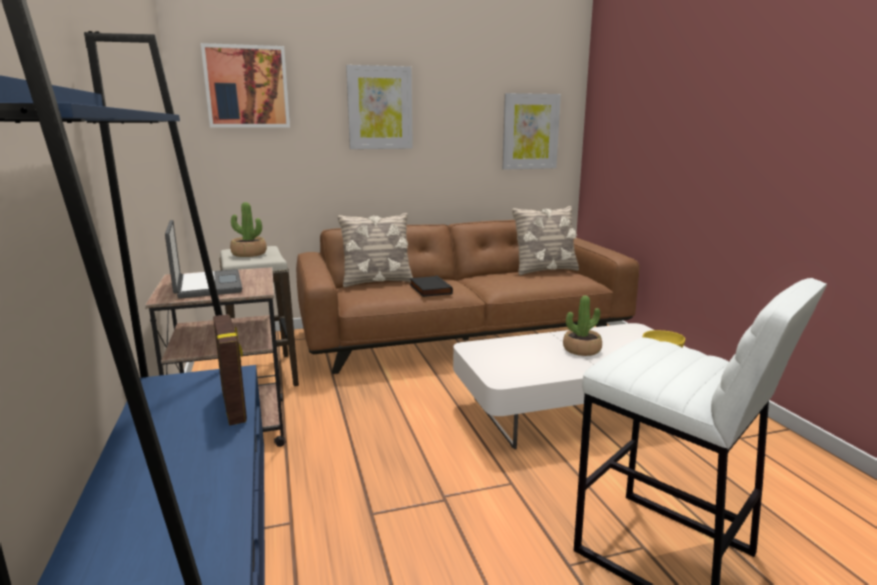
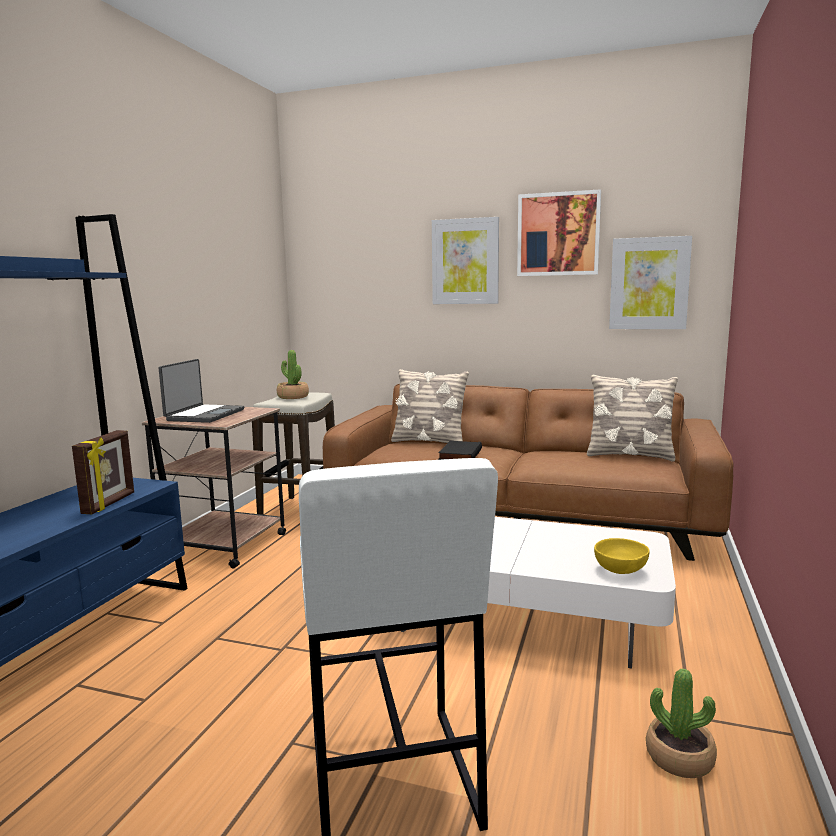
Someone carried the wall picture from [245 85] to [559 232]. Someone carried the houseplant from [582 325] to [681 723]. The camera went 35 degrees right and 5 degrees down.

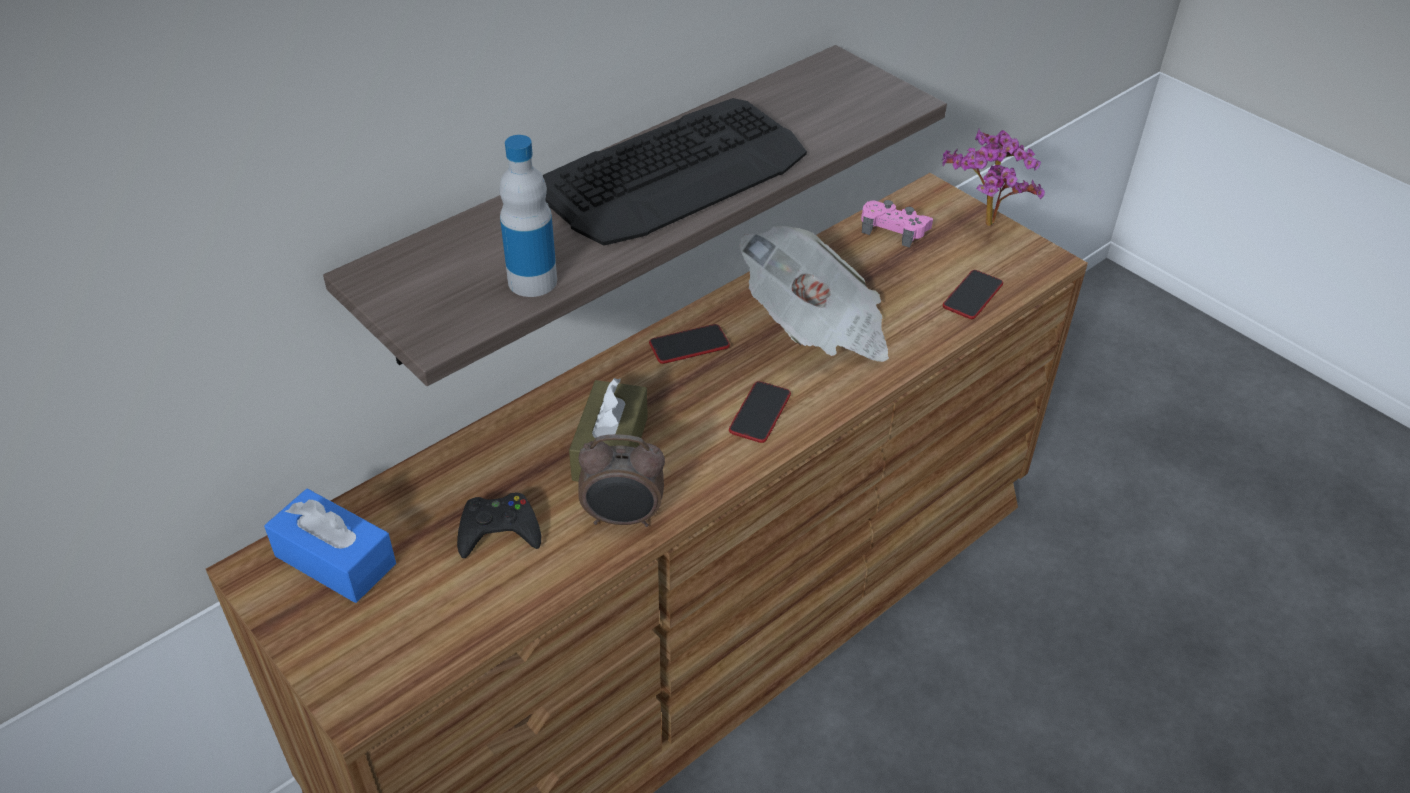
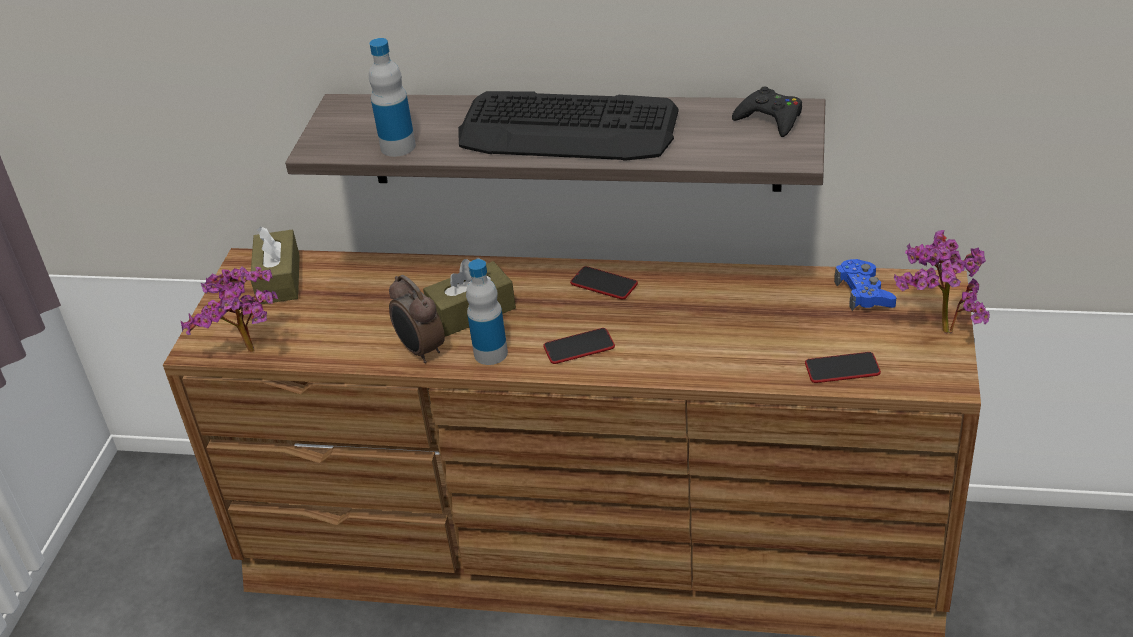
Someone repainted the game controller/pinkish at [897 224], which became the game controller/blue-coloured at [865 285]. Someone took away the newspaper at [814 294]. Someone repainted the tissue holder/blue-coloured at [330 546], which became the tissue holder/brown at [275 265]. Someone carried the game controller/black from [499 525] to [767 112]. Someone put down the bottle at [487 312]. Someone put down the houseplant at [230 309]. The camera went 55 degrees right and 5 degrees down.

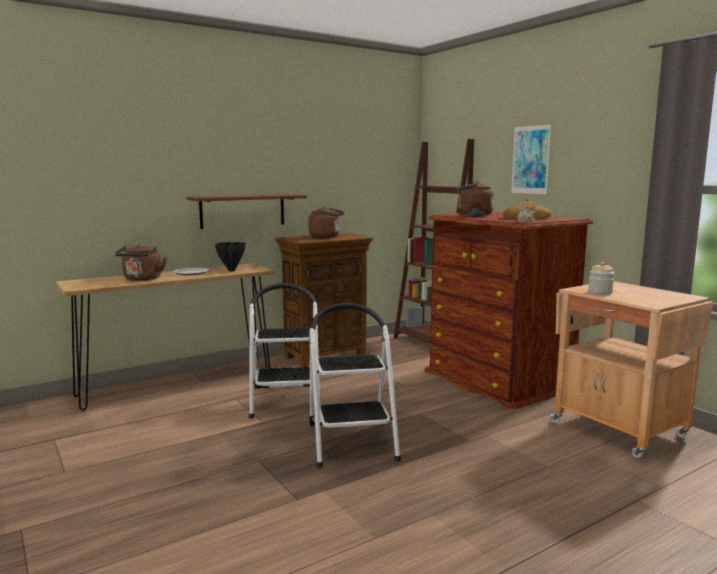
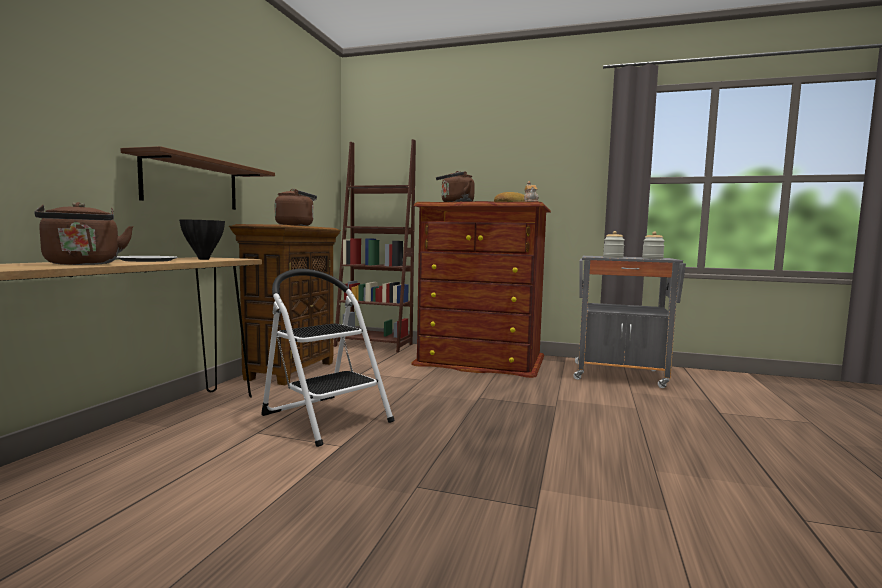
Someone took away the wall picture at [531 159]. Someone repainted the trolley/brown at [632 369], which became the trolley/greyish at [629 322]. Someone took away the stepladder at [355 385]. Someone put down the storage jar at [653 245]. The camera went 40 degrees left and 5 degrees down.

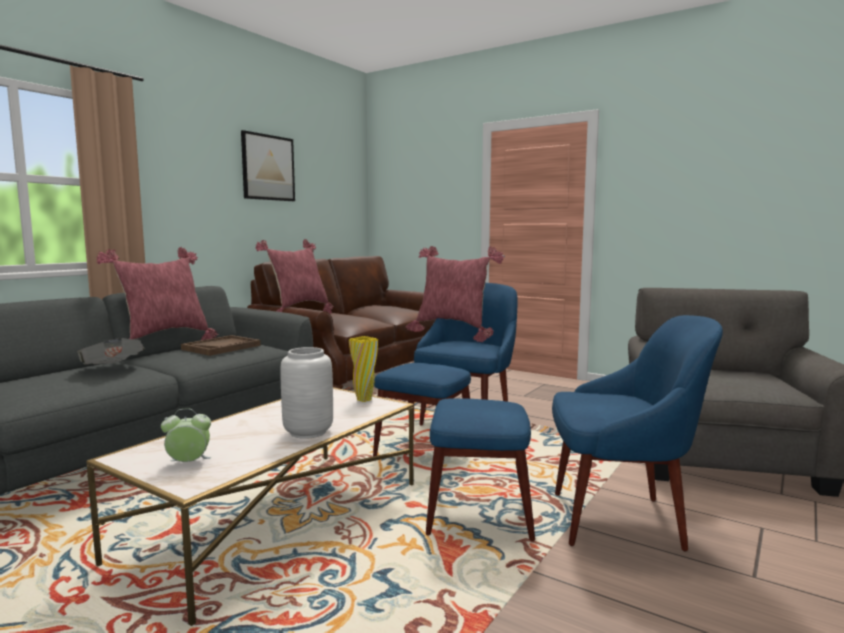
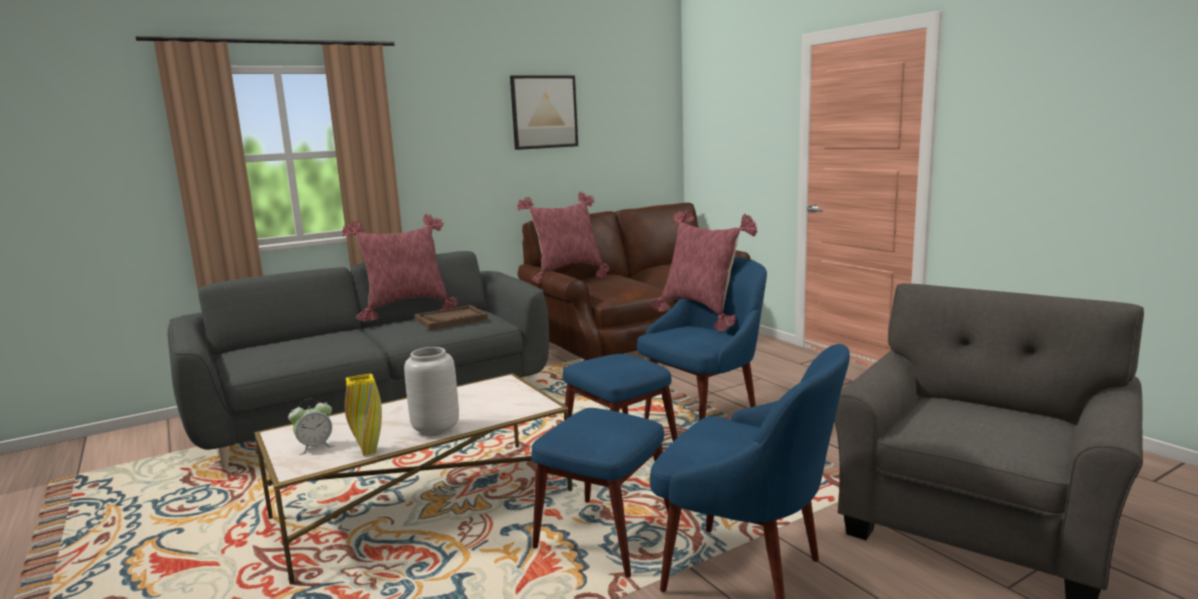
Someone carried the decorative vase/yellow-coloured from [363 369] to [363 414]. Someone took away the newspaper at [111 351]. Someone rotated the table clock at [186 435] by 135 degrees clockwise. The camera went 25 degrees right and 5 degrees up.

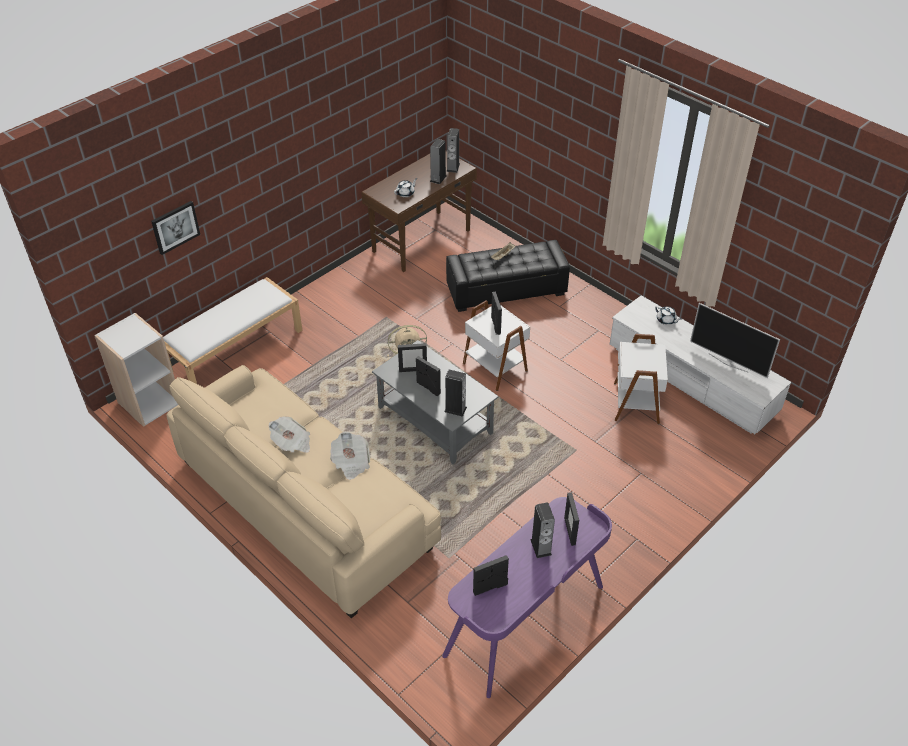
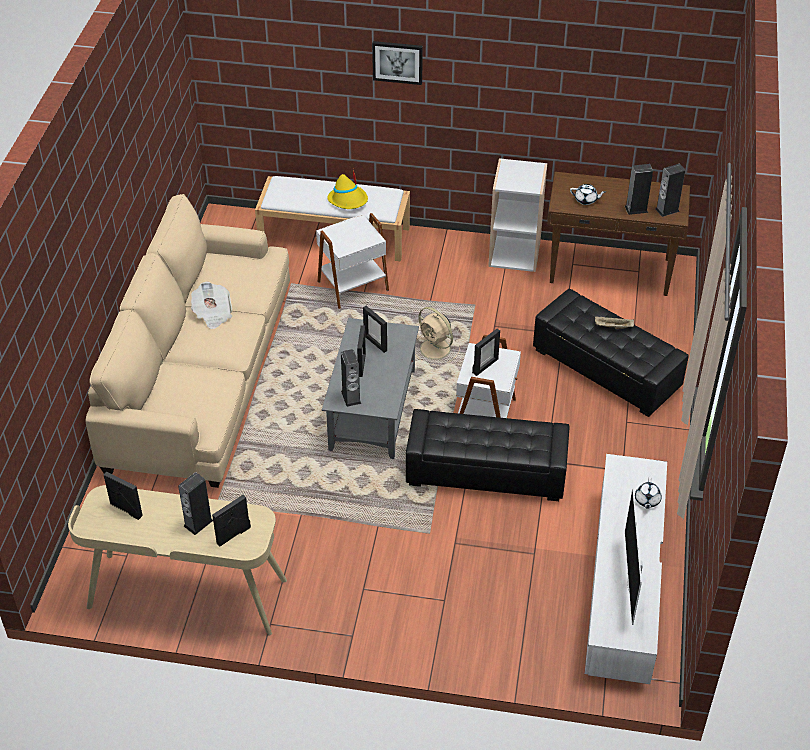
Someone carried the wall picture from [175 228] to [397 63]. Someone carried the bookcase from [136 370] to [517 215]. Someone carried the accent table/white from [641 379] to [352 261]. Someone took away the newspaper at [350 455]. Someone repainted the desk unit/purple at [527 597], which became the desk unit/beige at [177 560]. Someone put down the wearable hat/yellow-coloured at [347 189]. Someone put down the footrest/black at [488 455]. The camera went 55 degrees right and 0 degrees up.

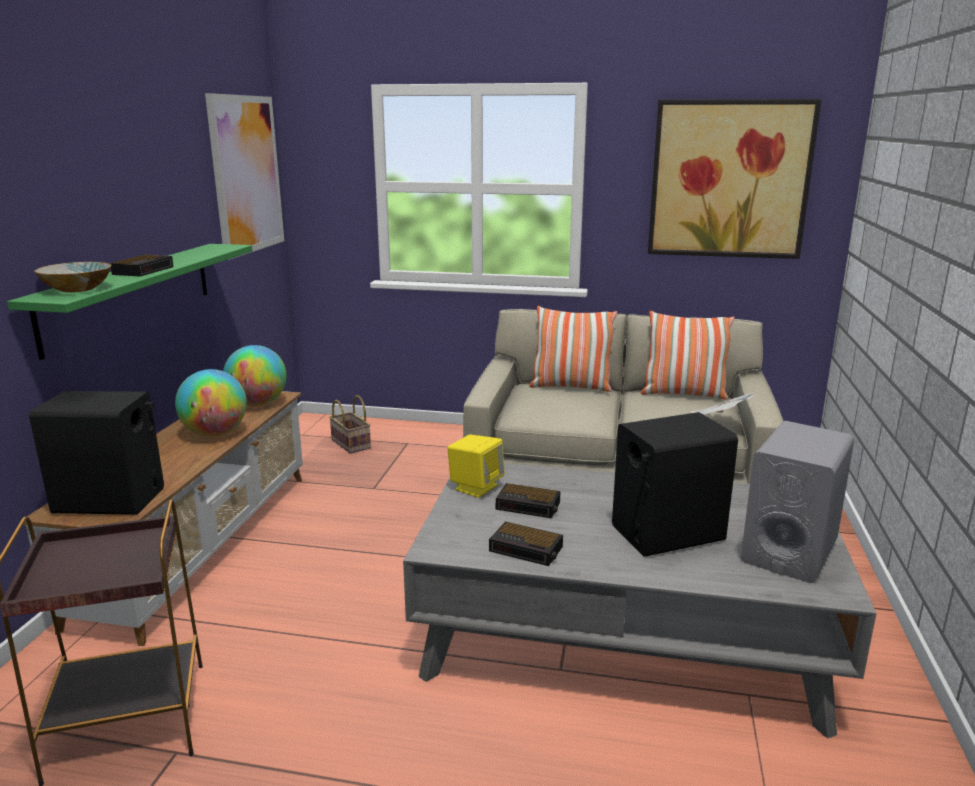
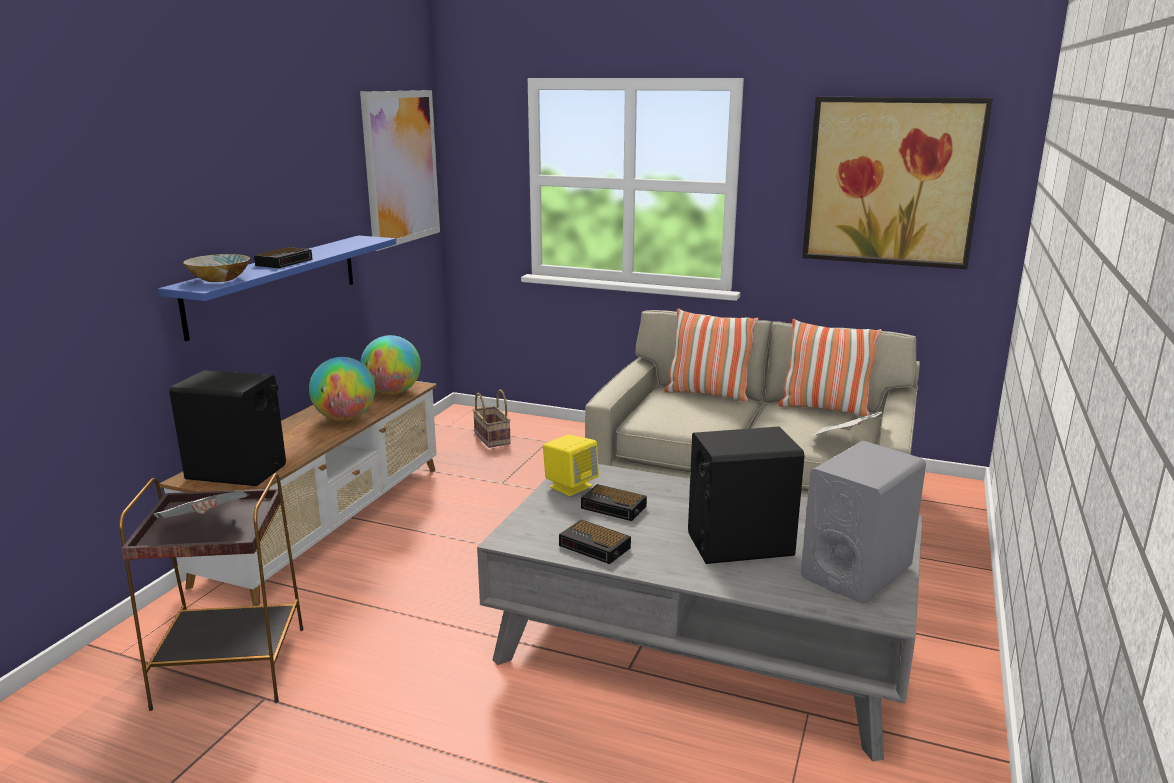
Someone repainted the shelf/green-coloured at [129 302], which became the shelf/blue-coloured at [277 288]. Someone put down the newspaper at [201 504]. The camera went 10 degrees right and 0 degrees up.

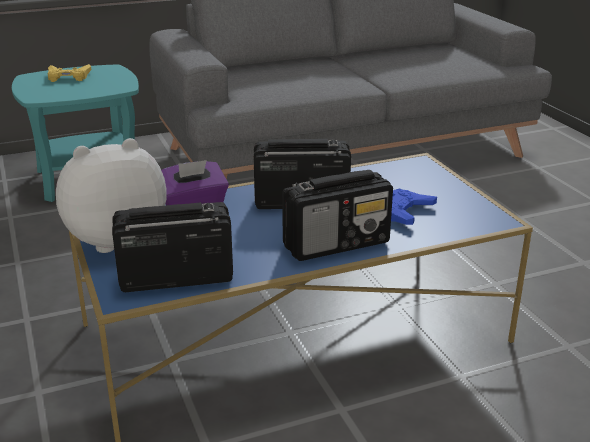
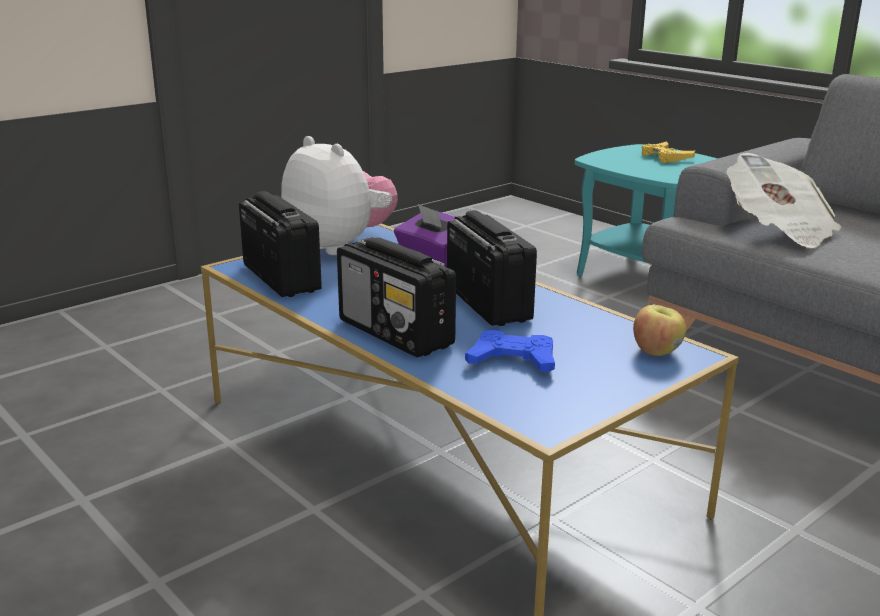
Someone put down the newspaper at [784 200]. Someone put down the apple at [659 330]. The camera went 70 degrees right and 5 degrees down.

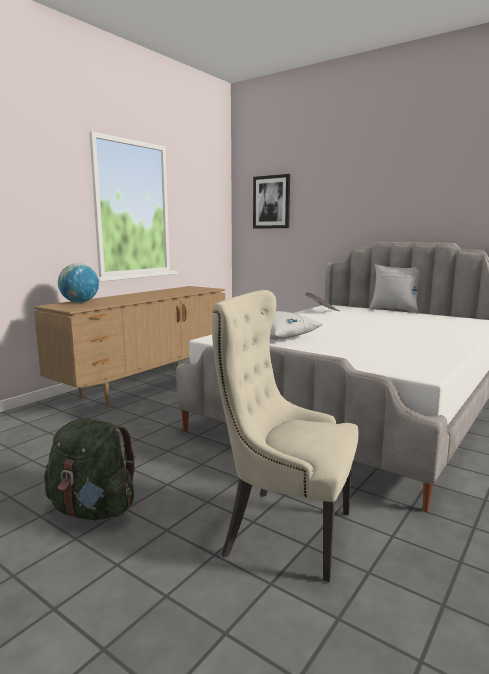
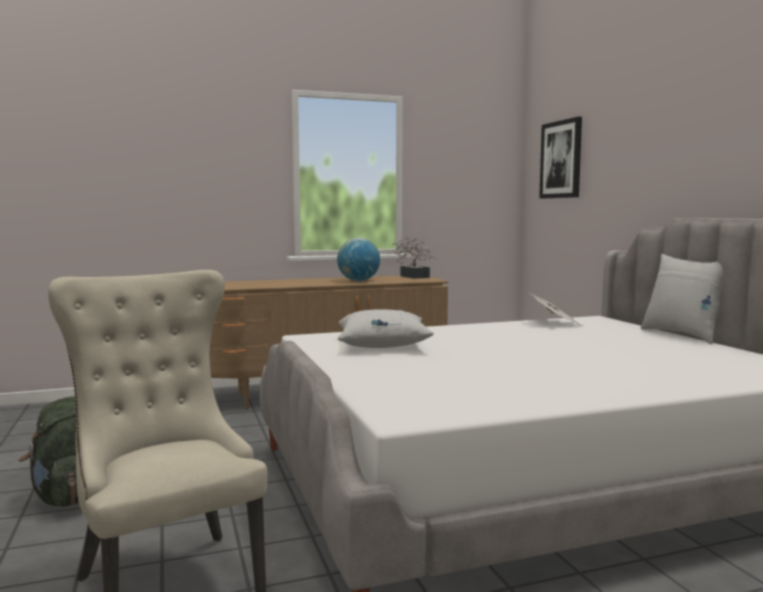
Someone carried the globe from [78 283] to [358 259]. Someone put down the houseplant at [414 258]. The camera went 35 degrees right and 5 degrees down.

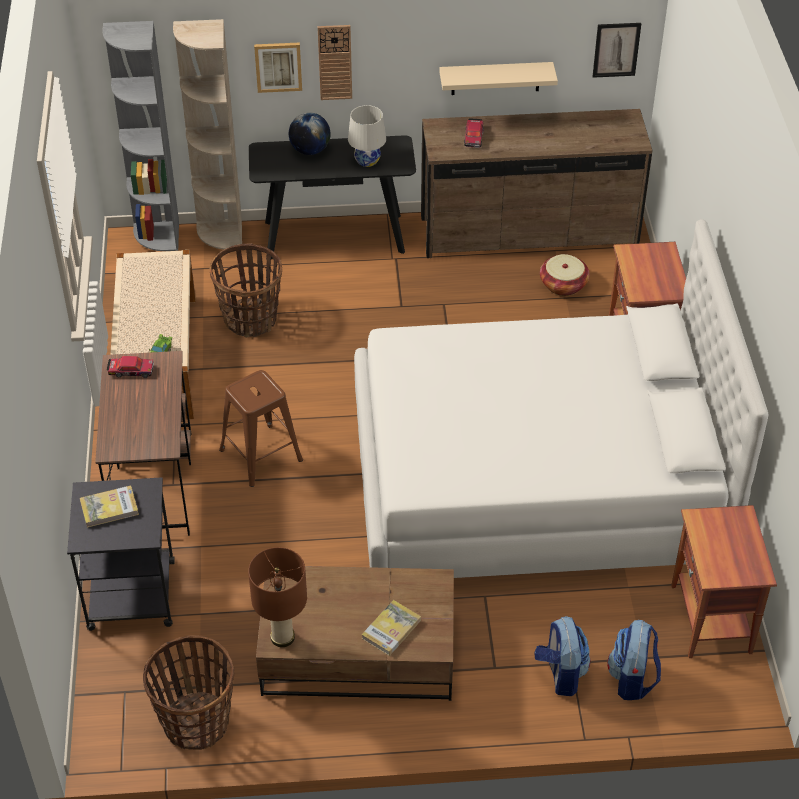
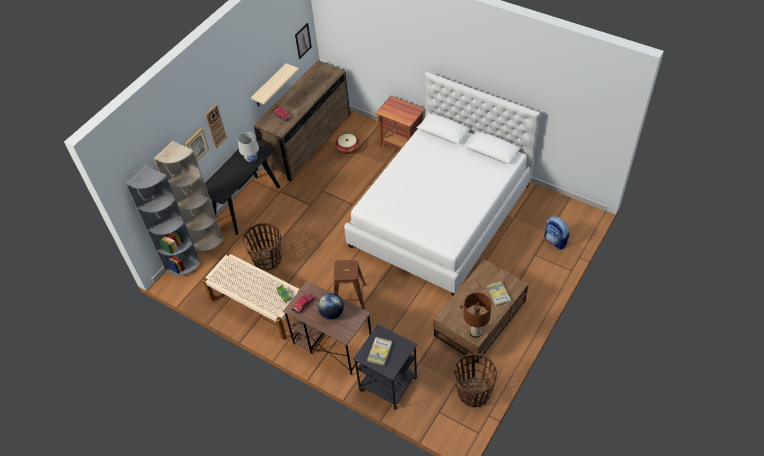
Someone carried the globe from [310 133] to [331 306]. Someone took away the night table at [724 581]. Someone took away the knapsack at [562 656]. The camera went 50 degrees left and 5 degrees up.

